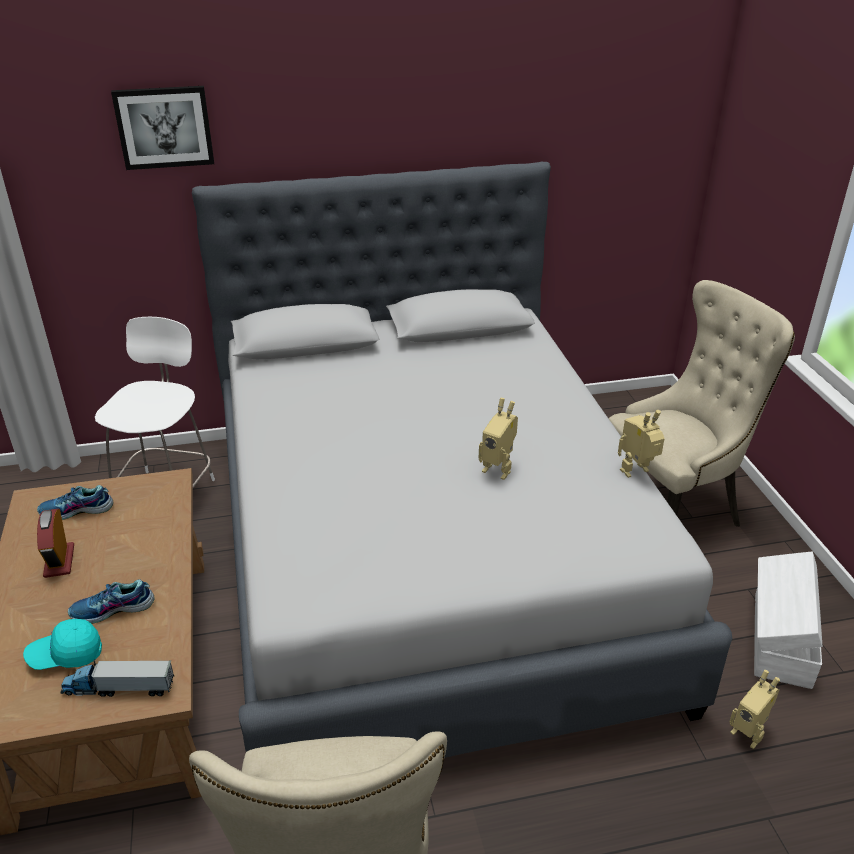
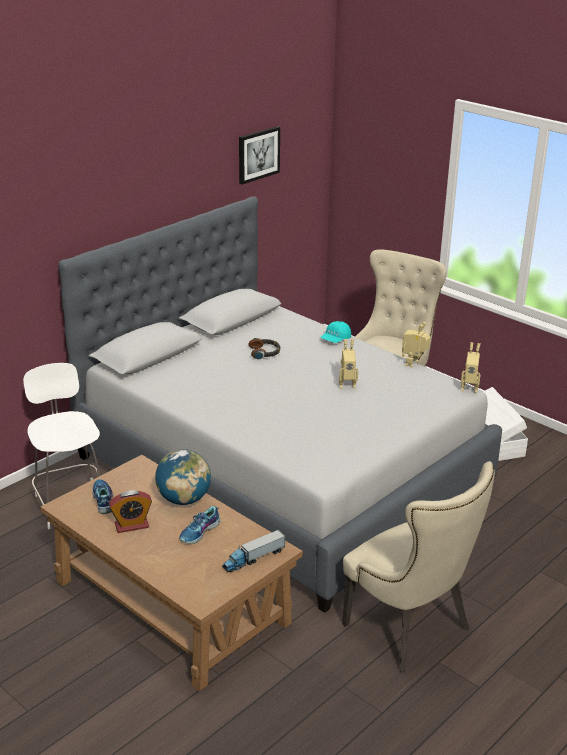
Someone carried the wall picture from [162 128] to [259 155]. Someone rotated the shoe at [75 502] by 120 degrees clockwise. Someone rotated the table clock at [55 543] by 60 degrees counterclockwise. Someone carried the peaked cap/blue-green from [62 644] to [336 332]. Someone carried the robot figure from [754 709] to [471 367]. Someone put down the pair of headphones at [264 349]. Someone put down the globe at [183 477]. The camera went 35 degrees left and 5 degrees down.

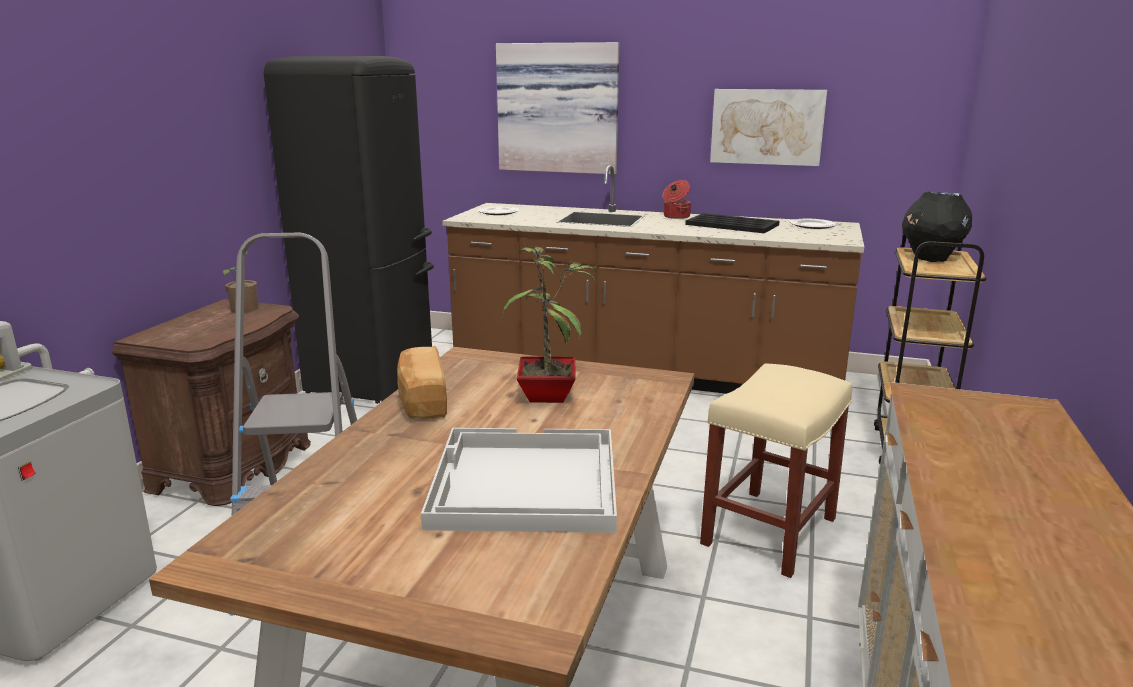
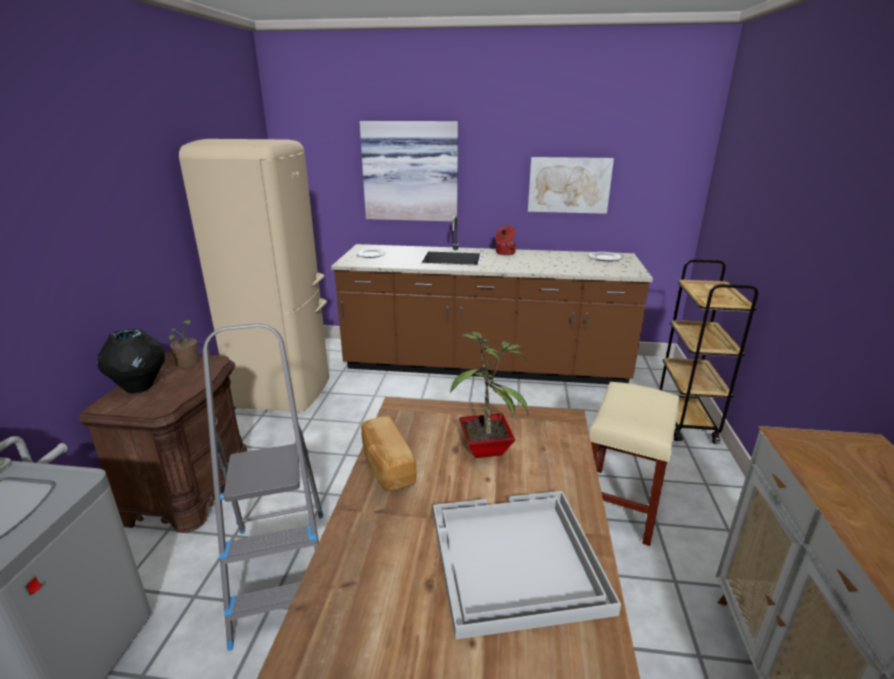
Someone repainted the fridge/black at [349 230], which became the fridge/beige at [254 275]. Someone carried the decorative vase/black from [937 227] to [131 361]. Someone took away the serving tray/black at [732 223]. The camera went 10 degrees left and 5 degrees up.

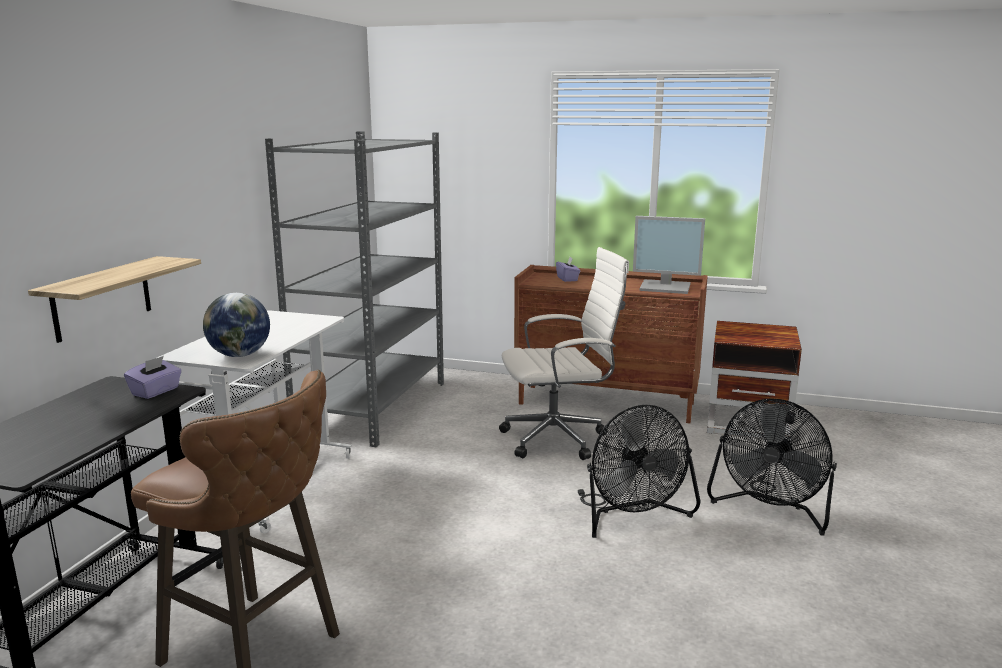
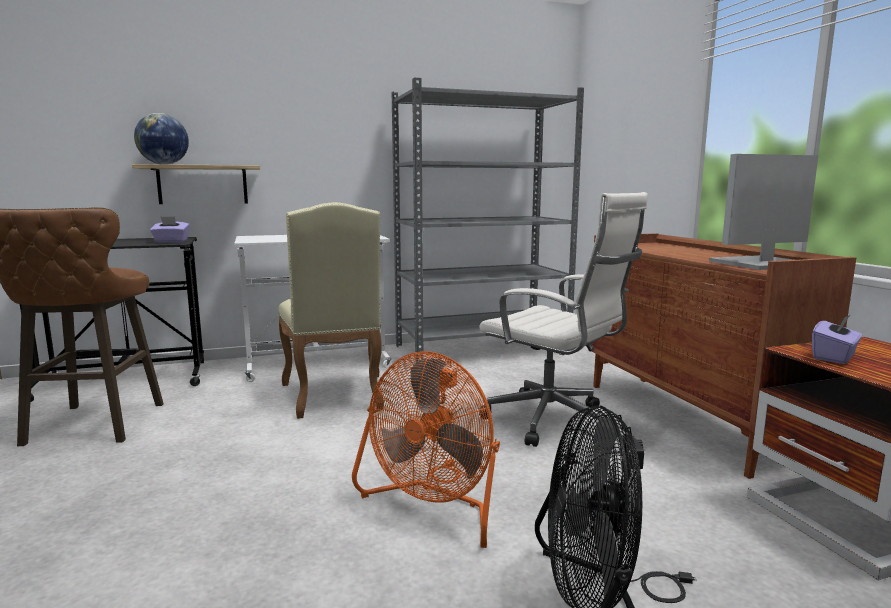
Someone rotated the computer screen at [669 255] by 90 degrees clockwise. Someone carried the tissue holder/purple from [568 269] to [837 339]. Someone carried the globe from [236 325] to [161 138]. Someone repainted the cooling fan/black at [639 471], which became the cooling fan/orange-coloured at [426 449]. Someone put down the plain chair/beige at [331 310]. The camera went 55 degrees right and 5 degrees down.

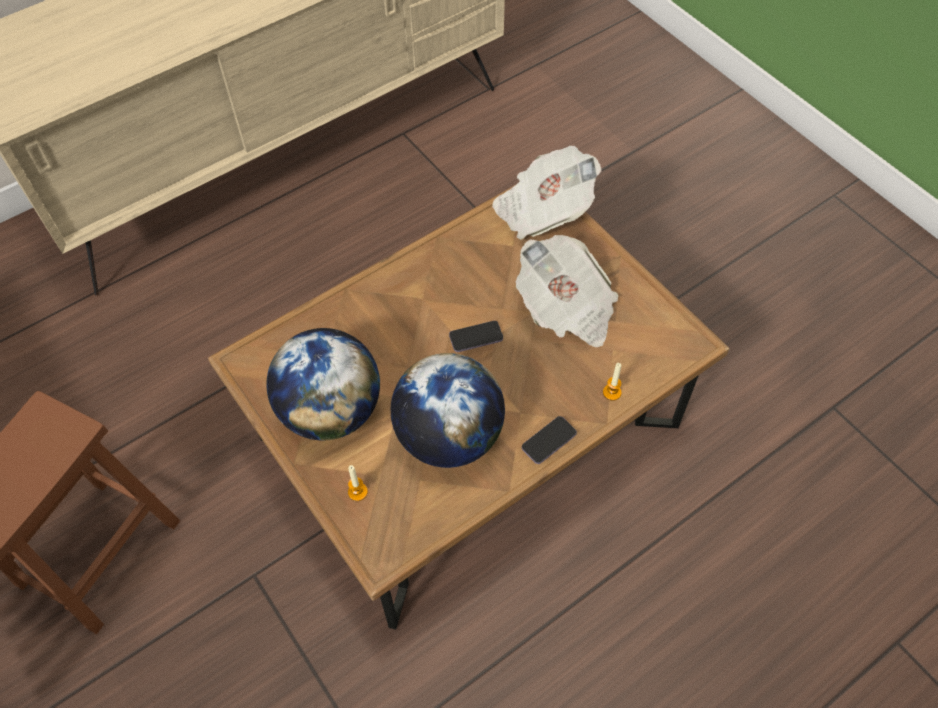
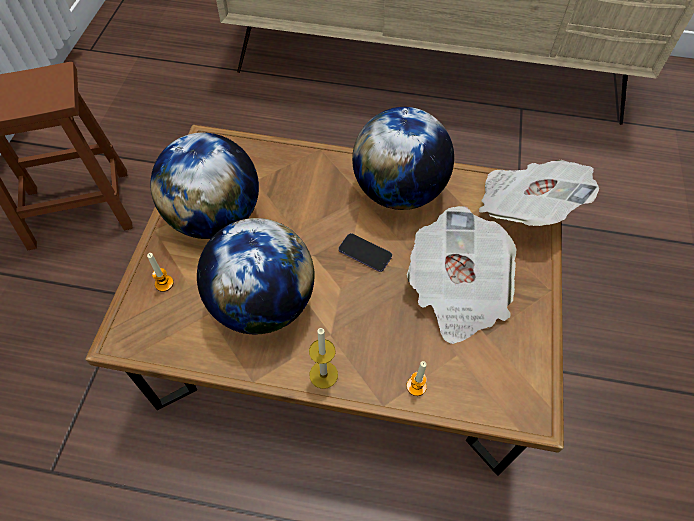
Someone swapped the handset at [549 440] for the wax light at [323 358]. Someone put down the globe at [403 158]. The camera went 45 degrees right and 0 degrees up.

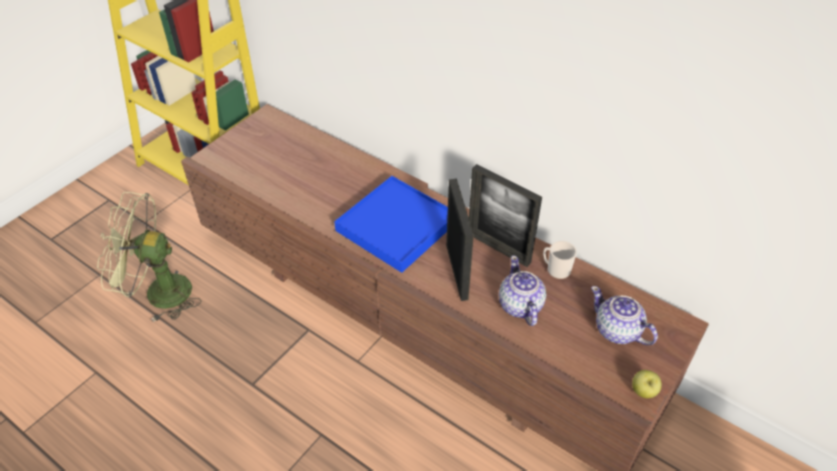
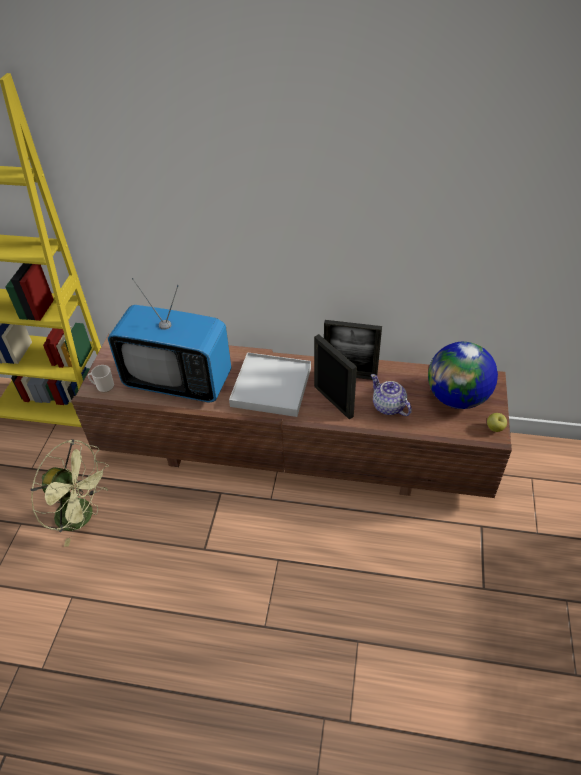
Someone repainted the serving tray/blue-coloured at [391 224], which became the serving tray/white at [270 384]. Someone rotated the cooling fan/green-coloured at [149 257] by 135 degrees counterclockwise. Someone carried the tea mug from [560 260] to [101 379]. Someone swapped the teapot at [624 315] for the globe at [463 375]. Someone put down the TV set at [170 340]. The camera went 25 degrees left and 0 degrees up.

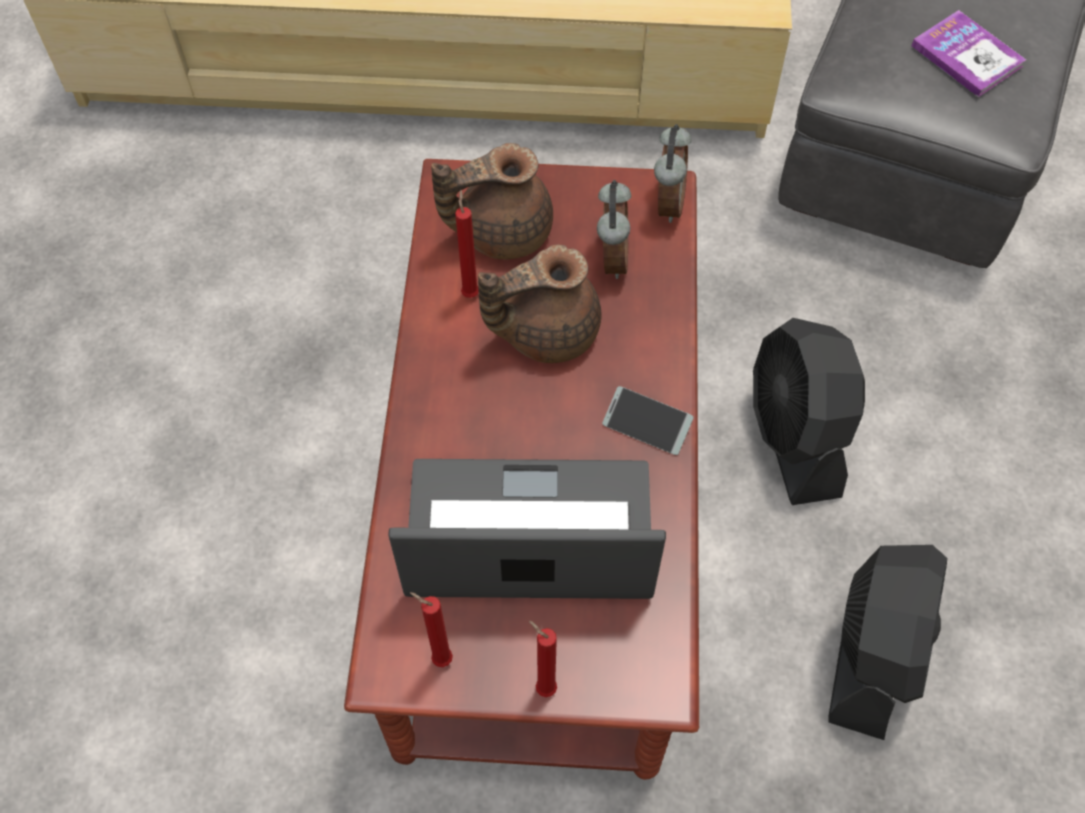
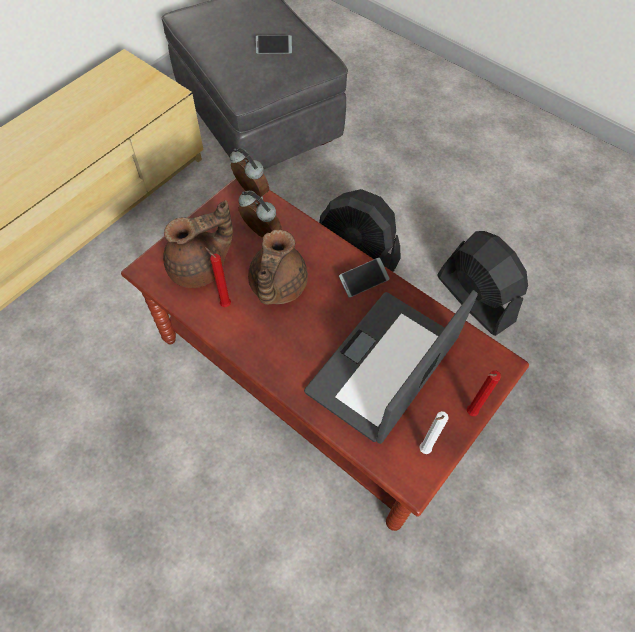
Someone swapped the volume at [968 53] for the handset at [274 44]. Someone rotated the teapot/brown at [492 201] by 135 degrees counterclockwise. Someone repainted the wax light/red-coloured at [431 629], which became the wax light/white at [434 432]. The camera went 55 degrees left and 0 degrees up.

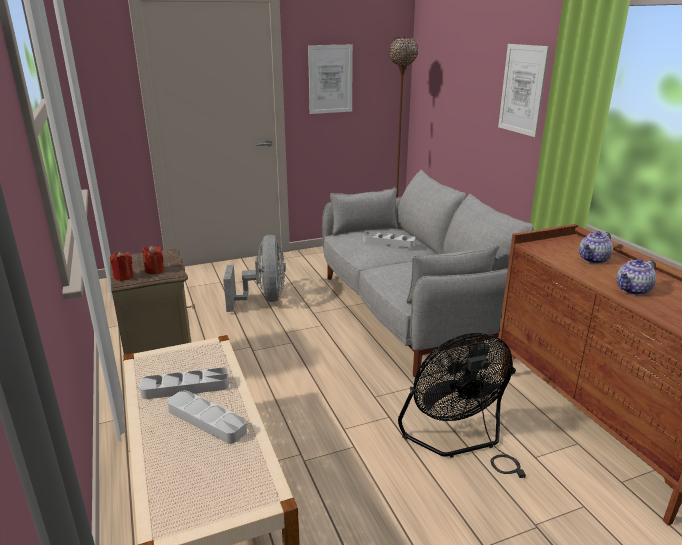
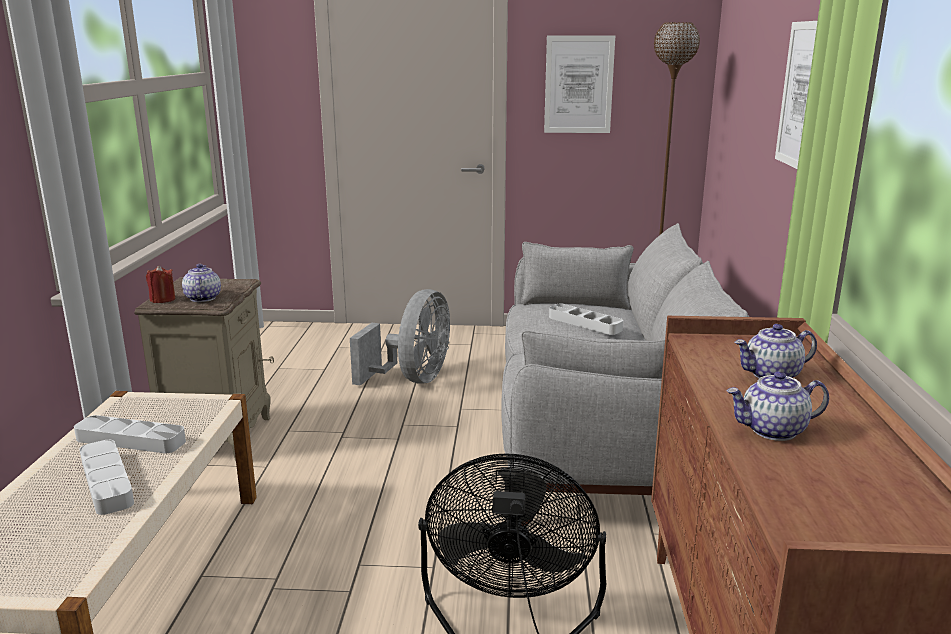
Someone swapped the wax light/red-coloured at [153 259] for the teapot at [201 283]. The camera went 25 degrees right and 5 degrees down.

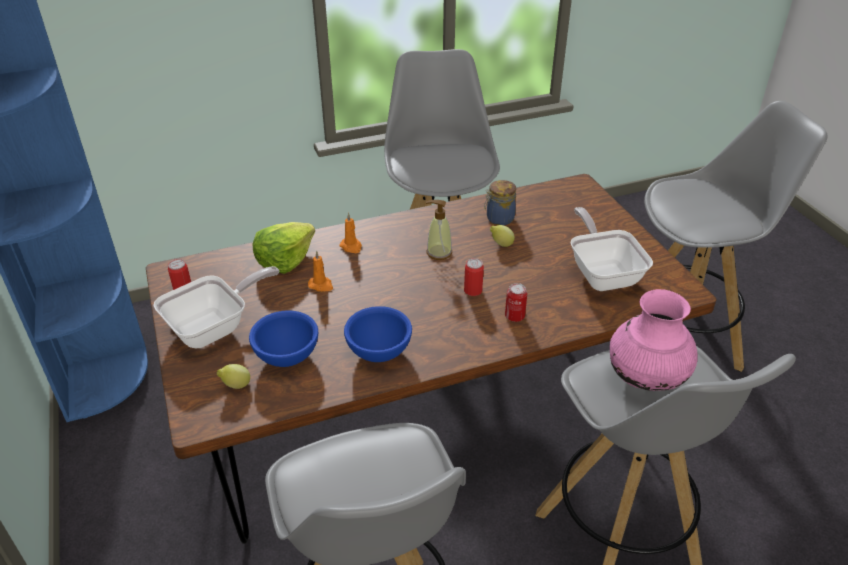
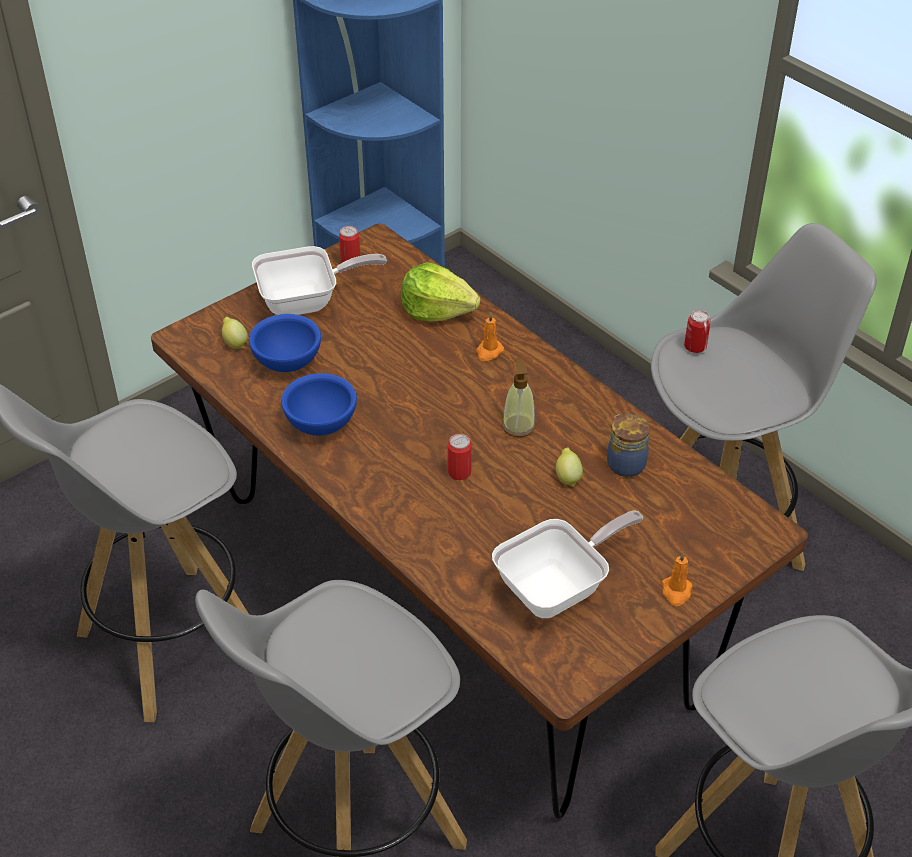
Someone carried the wax light/orange-coloured from [320 271] to [677 579]. Someone rotated the pan at [216 307] by 45 degrees counterclockwise. Someone carried the metal can from [516 302] to [697 331]. Someone took away the decorative vase/pinkish at [654 340]. The camera went 70 degrees right and 5 degrees up.

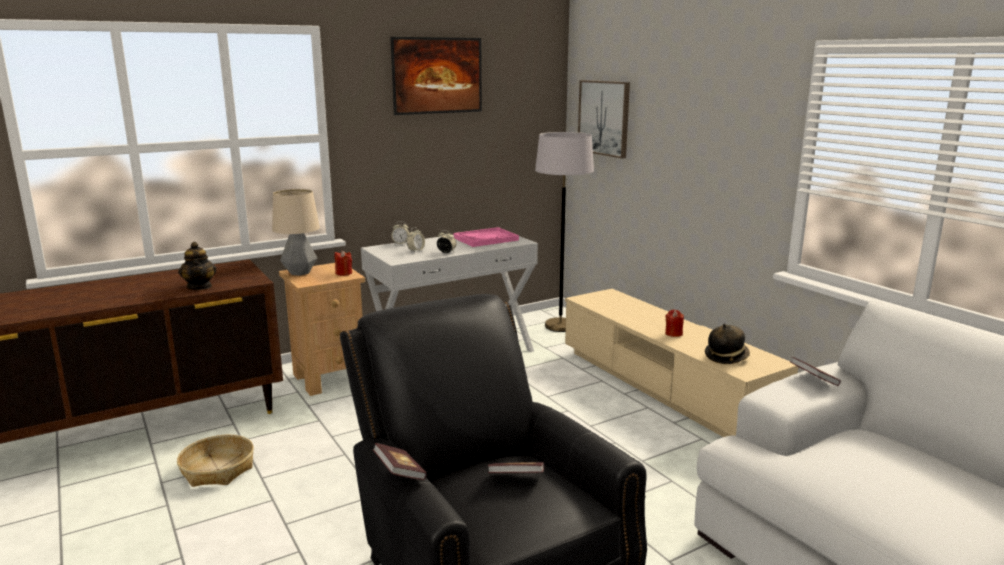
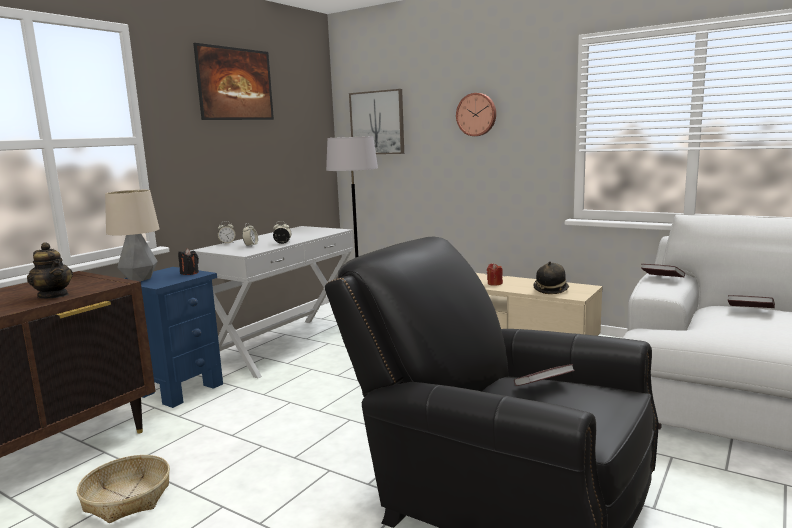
Someone took away the serving tray/pinkish at [486 237]. Someone repainted the wax light/red-coloured at [343 263], which became the wax light/black at [188 262]. Someone repainted the night table/beige at [322 329], which became the night table/blue-coloured at [173 337]. Someone carried the volume from [400 461] to [751 301]. Someone put up the wall clock at [476 114]. The camera went 25 degrees left and 5 degrees down.

